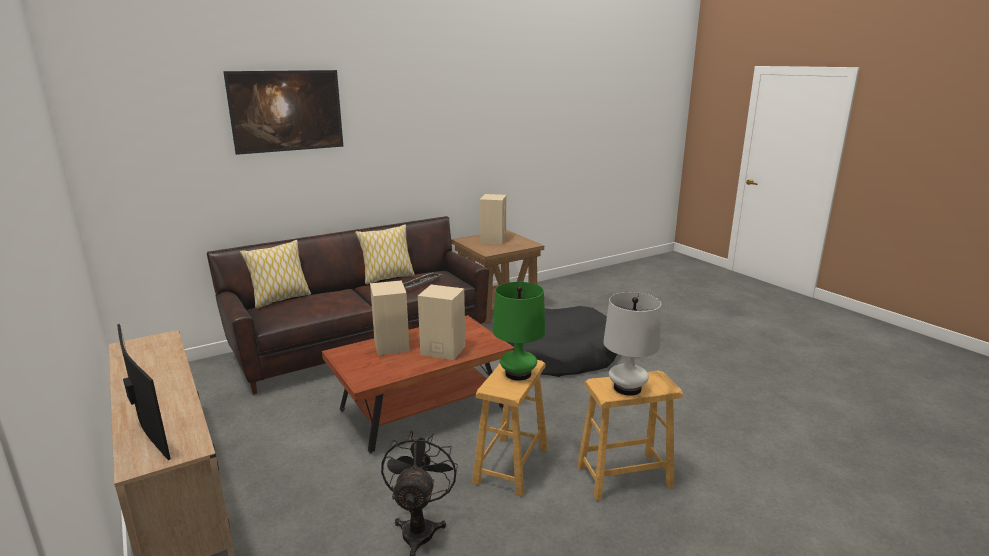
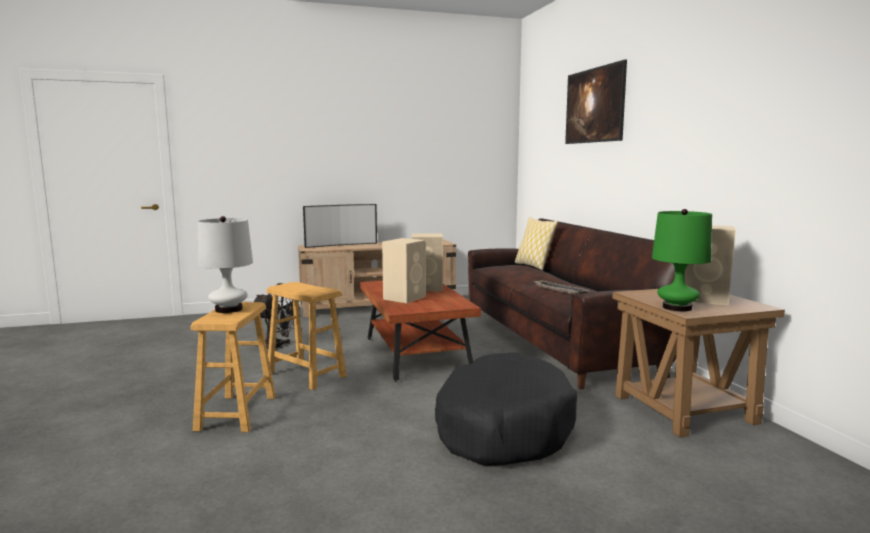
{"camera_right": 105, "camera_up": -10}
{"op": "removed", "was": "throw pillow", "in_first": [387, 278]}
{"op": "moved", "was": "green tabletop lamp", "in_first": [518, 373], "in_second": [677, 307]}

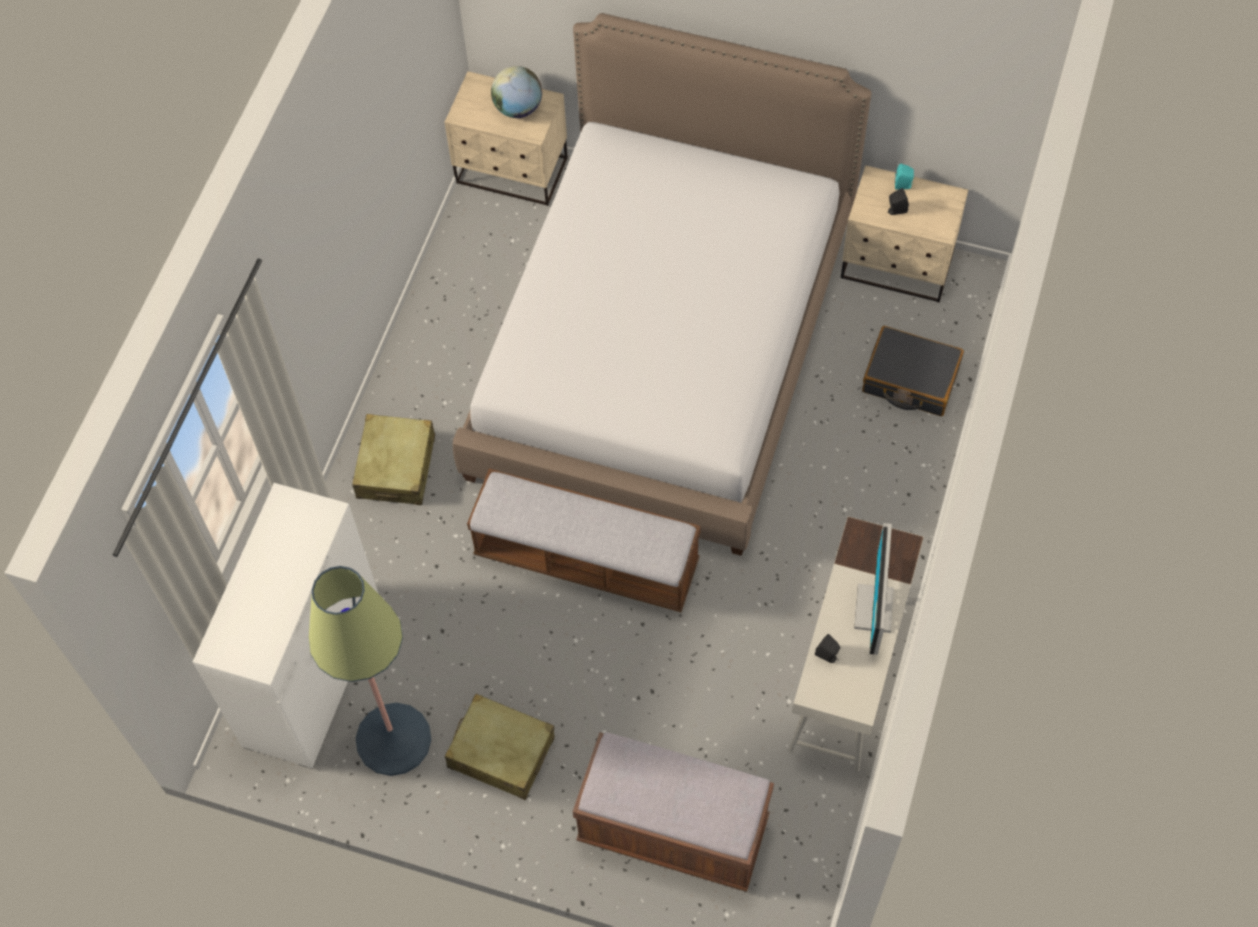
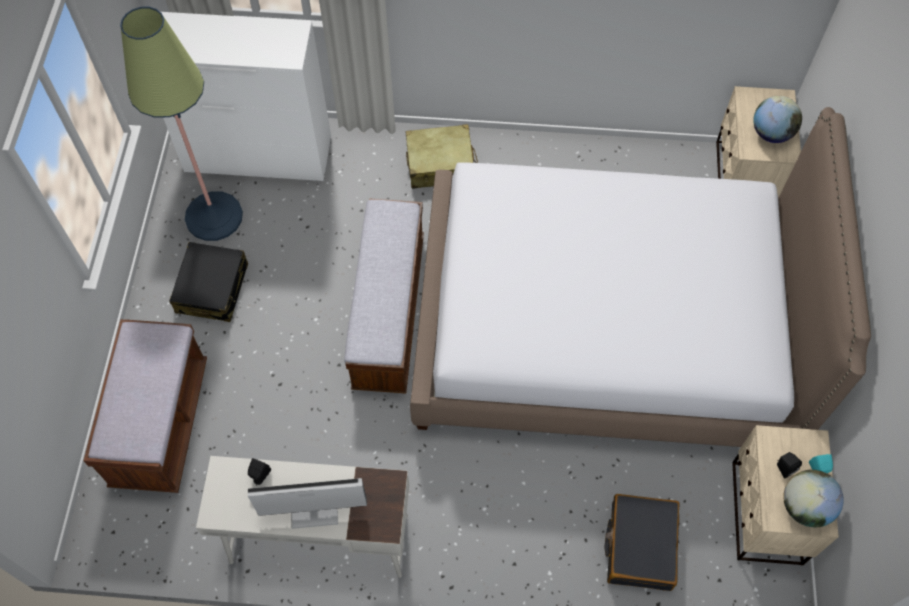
{"camera_right": 75, "camera_up": 0}
{"op": "recoloured", "was": "beige suitcase", "now": "black-coloured suitcase", "in_first": [501, 752], "in_second": [212, 288]}
{"op": "added", "now": "desk globe", "in_second": [804, 507]}

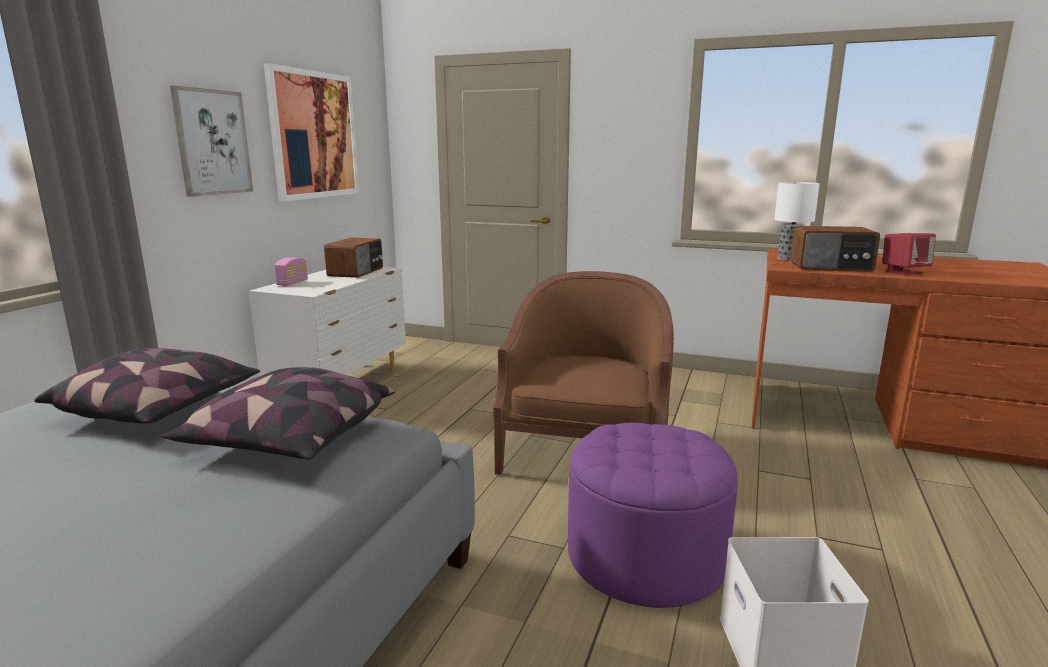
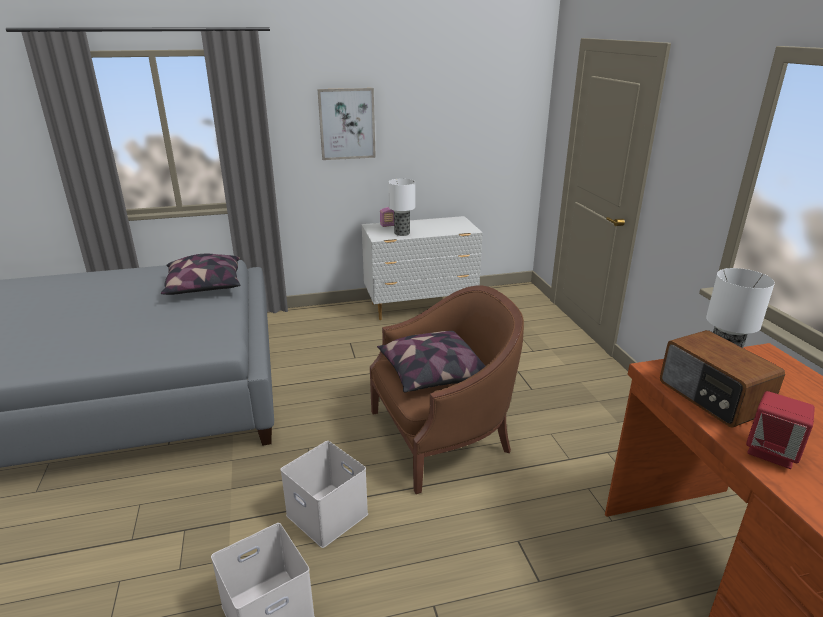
{"camera_right": 55, "camera_up": 10}
{"op": "moved", "was": "throw pillow", "in_first": [290, 440], "in_second": [431, 374]}
{"op": "removed", "was": "wall picture", "in_first": [314, 135]}
{"op": "removed", "was": "radio set", "in_first": [357, 272]}
{"op": "replaced", "was": "purplish ottoman", "now": "white storage box", "in_first": [645, 556], "in_second": [329, 514]}
{"op": "added", "now": "tabletop lamp", "in_second": [401, 233]}

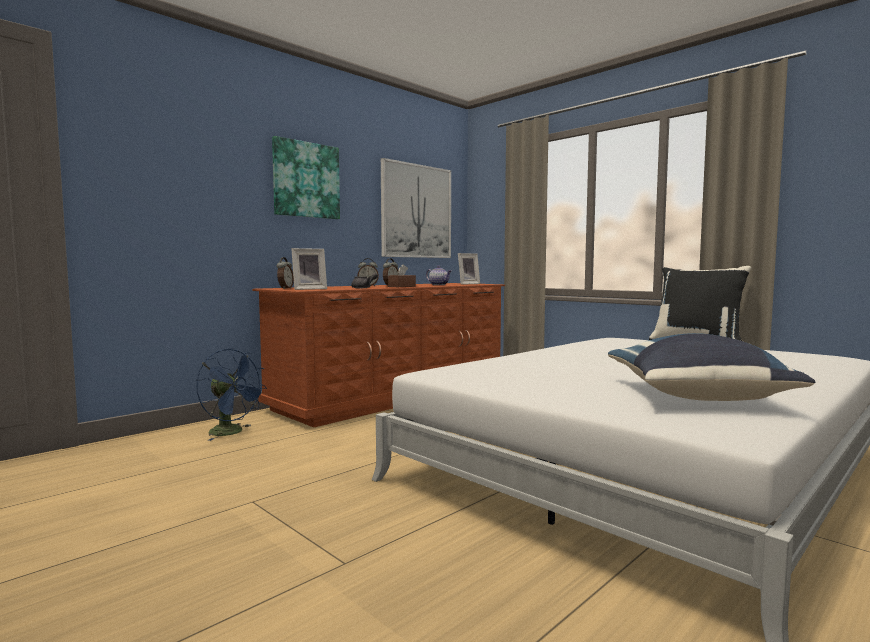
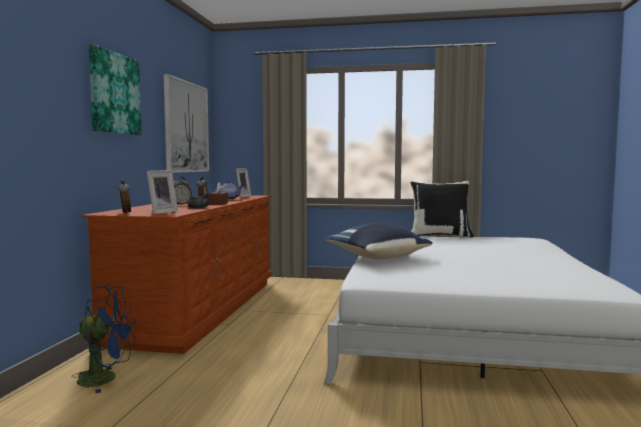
{"camera_right": -35, "camera_up": 0}
{"op": "moved", "was": "blue-coloured throw pillow", "in_first": [697, 397], "in_second": [378, 258]}

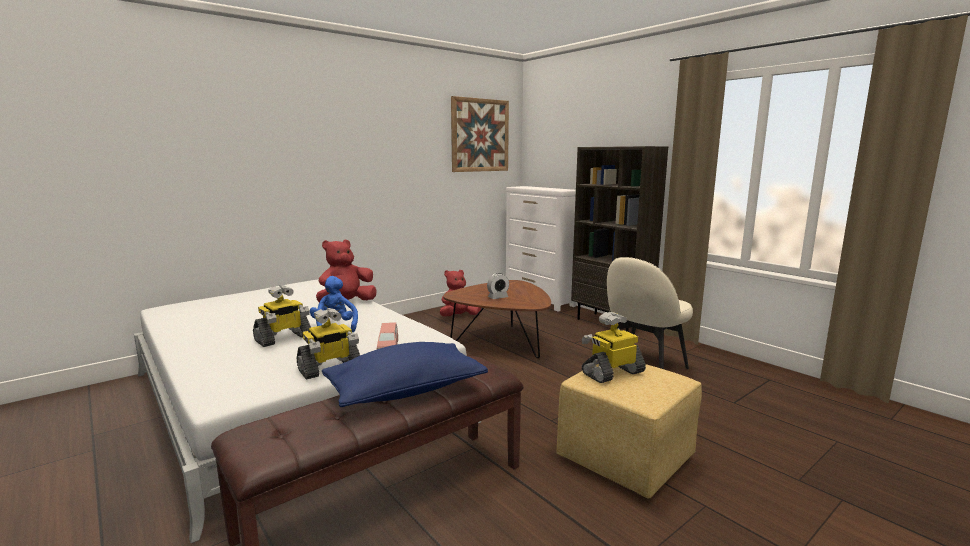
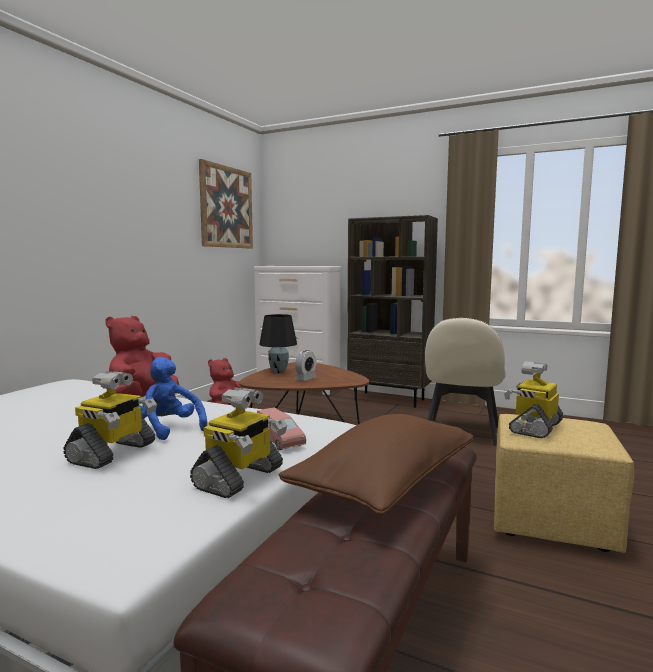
{"camera_right": -25, "camera_up": -5}
{"op": "recoloured", "was": "blue-coloured throw pillow", "now": "brown throw pillow", "in_first": [405, 391], "in_second": [385, 484]}
{"op": "added", "now": "black-coloured tabletop lamp", "in_second": [278, 371]}

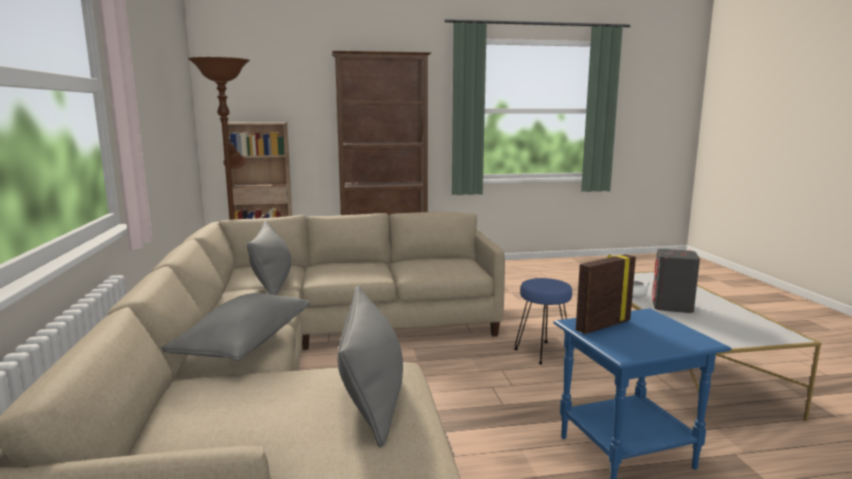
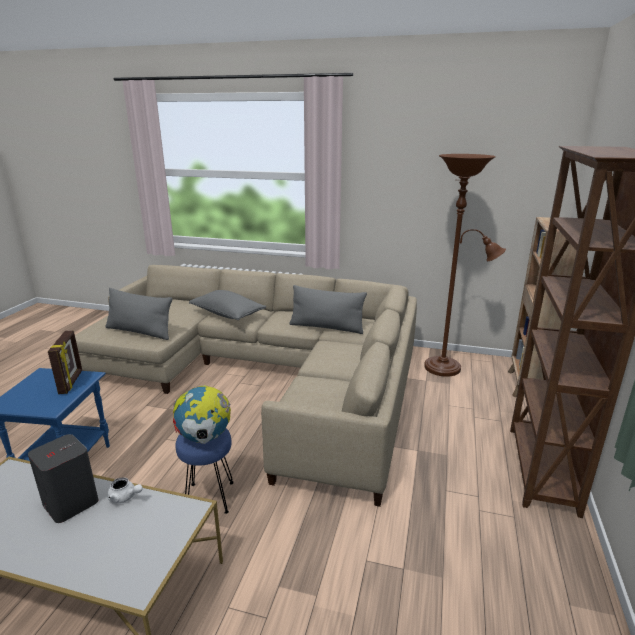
{"camera_right": 115, "camera_up": 10}
{"op": "added", "now": "desk globe", "in_second": [204, 438]}

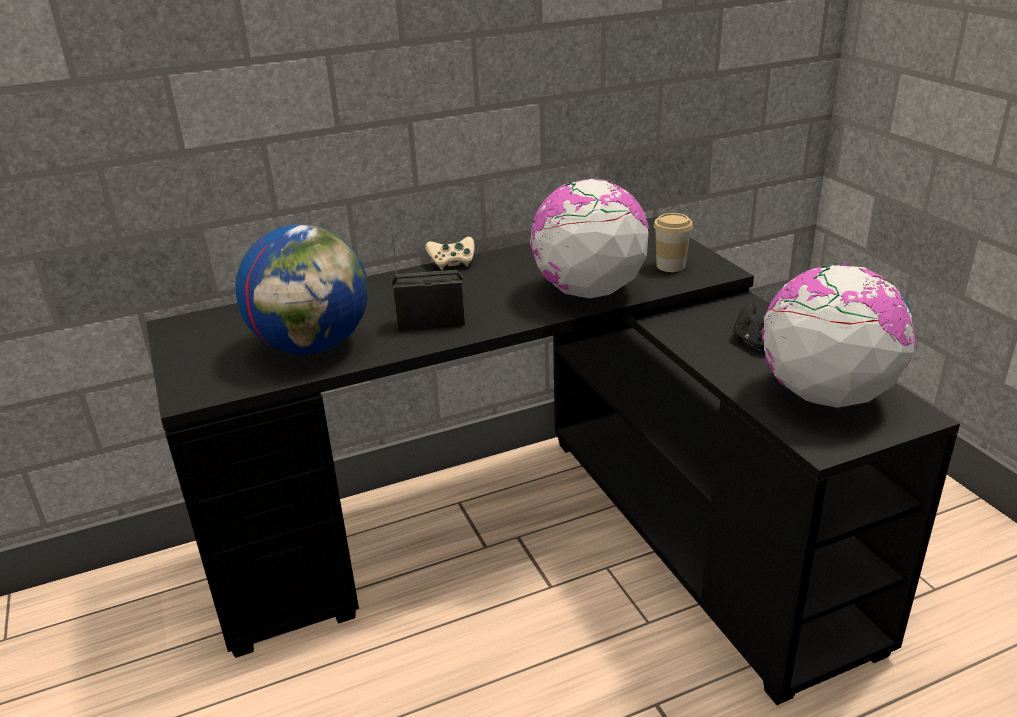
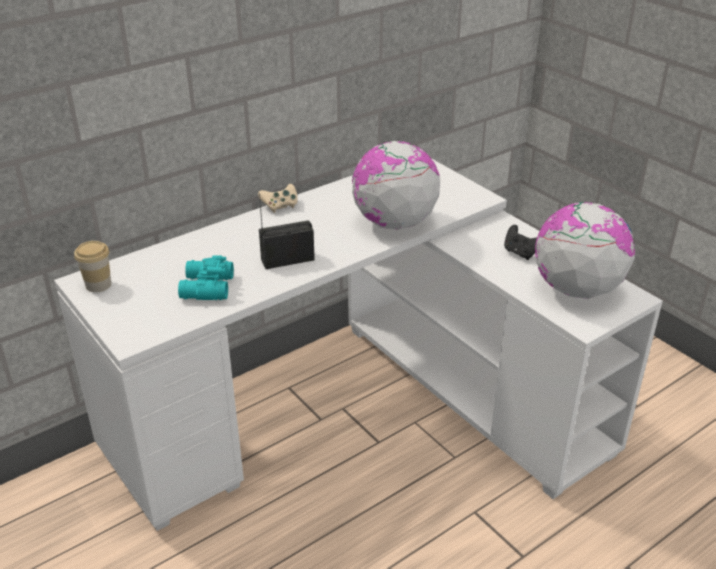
{"camera_right": -15, "camera_up": 5}
{"op": "recoloured", "was": "black-coloured desk unit", "now": "white desk unit", "in_first": [542, 537], "in_second": [361, 406]}
{"op": "replaced", "was": "desk globe", "now": "turquoise-coloured binoculars", "in_first": [313, 345], "in_second": [205, 288]}
{"op": "moved", "was": "cup", "in_first": [670, 266], "in_second": [98, 285]}

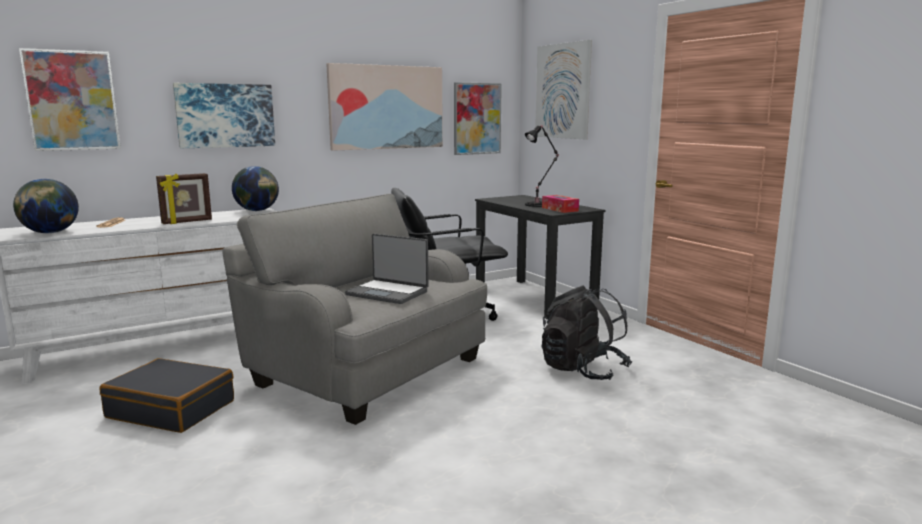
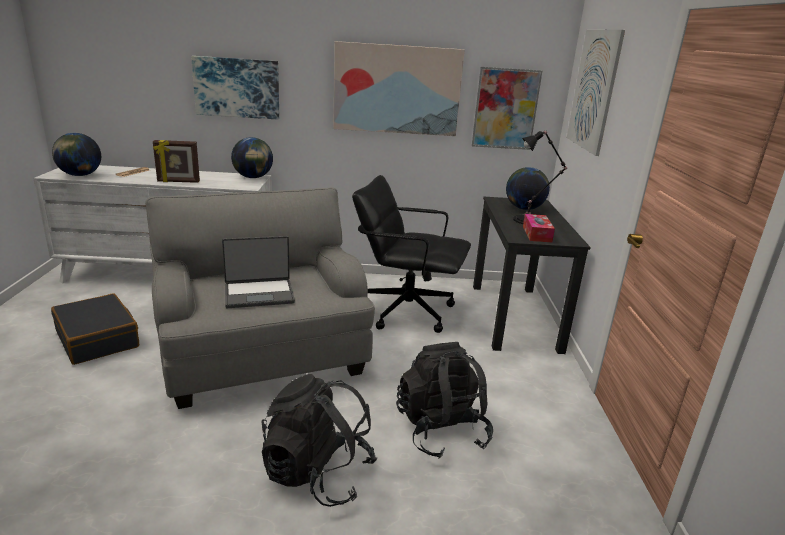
{"camera_right": 30, "camera_up": 10}
{"op": "removed", "was": "wall picture", "in_first": [72, 100]}
{"op": "turned", "was": "notebook computer", "in_first": [388, 293], "in_second": [259, 294], "clockwise": -75}
{"op": "added", "now": "black-coloured rucksack", "in_second": [317, 474]}
{"op": "added", "now": "desk globe", "in_second": [524, 208]}

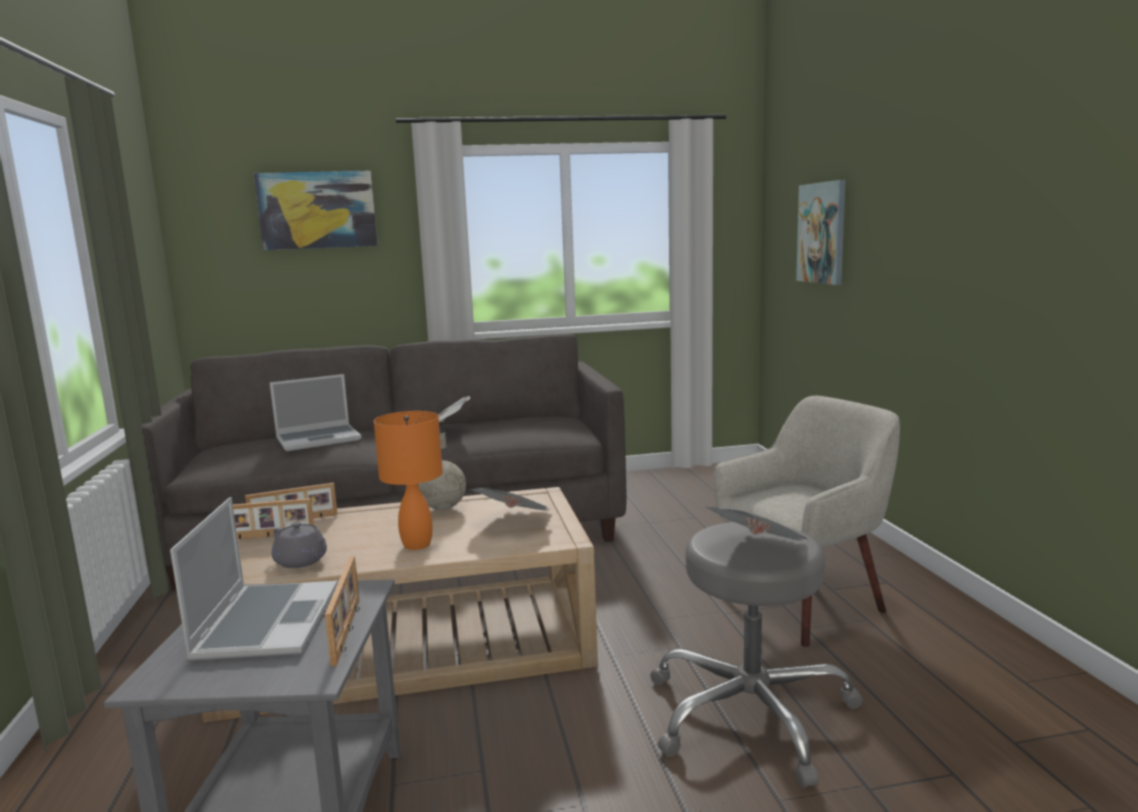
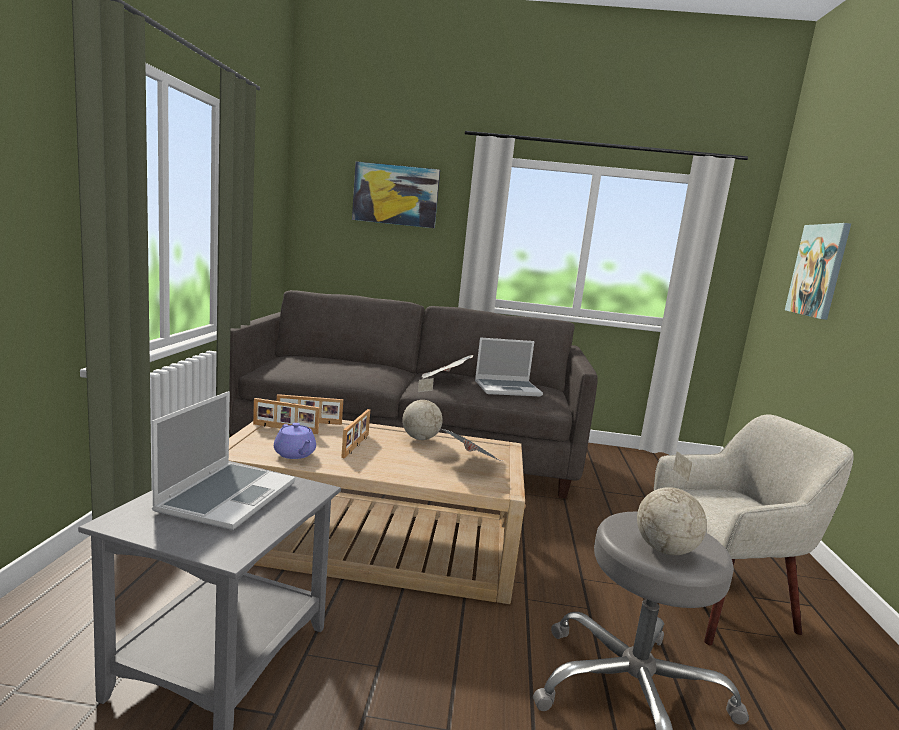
{"camera_right": 15, "camera_up": 0}
{"op": "moved", "was": "notebook computer", "in_first": [319, 439], "in_second": [508, 389]}
{"op": "recoloured", "was": "gray pot for tea", "now": "purplish pot for tea", "in_first": [301, 561], "in_second": [295, 454]}
{"op": "moved", "was": "photo frame", "in_first": [348, 630], "in_second": [356, 445]}
{"op": "removed", "was": "orangey tabletop lamp", "in_first": [416, 545]}
{"op": "replaced", "was": "daily paper", "now": "desk globe", "in_first": [759, 552], "in_second": [665, 549]}

